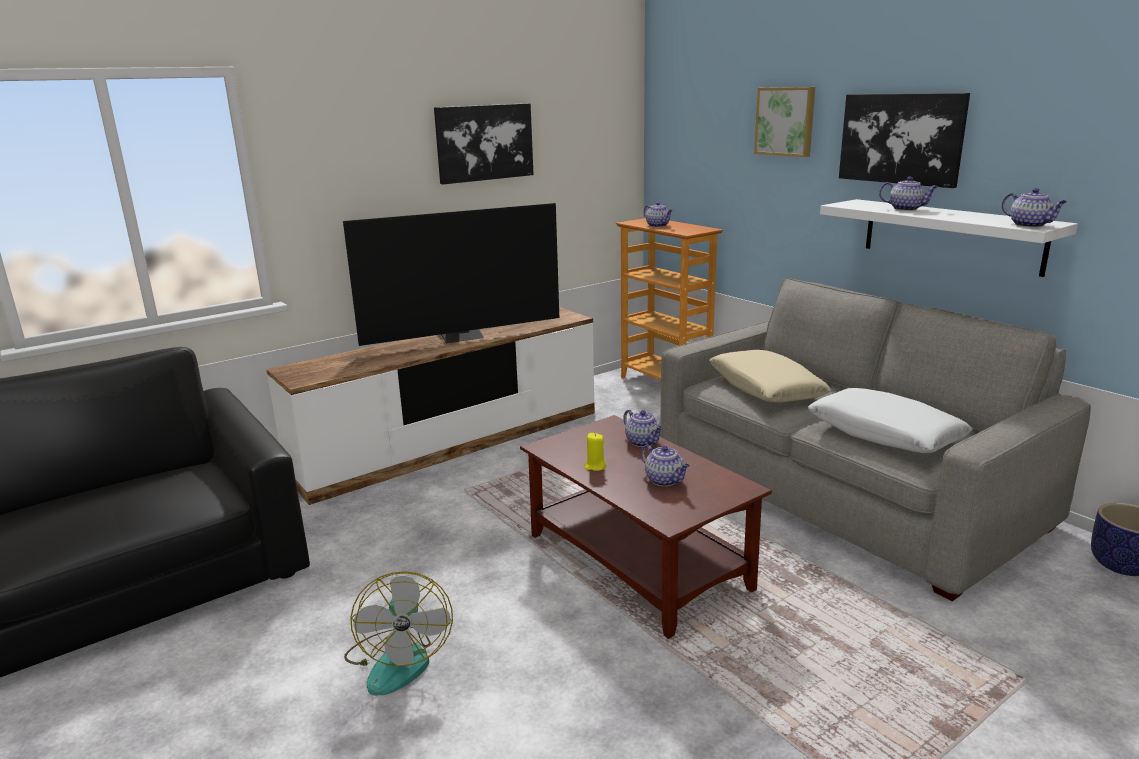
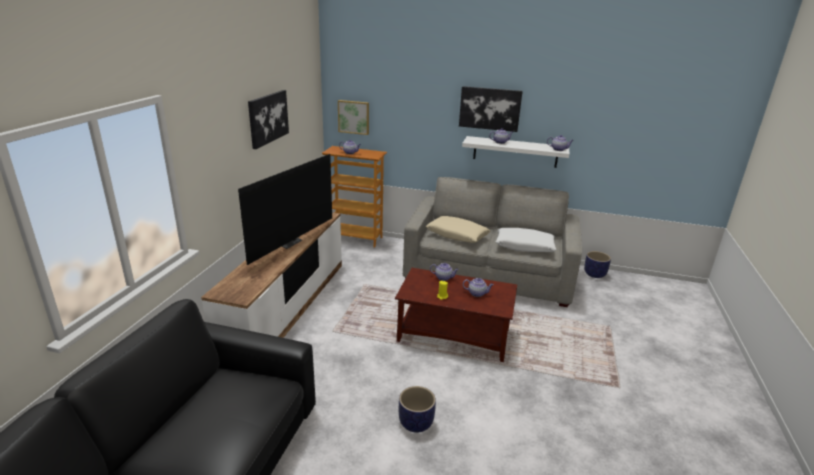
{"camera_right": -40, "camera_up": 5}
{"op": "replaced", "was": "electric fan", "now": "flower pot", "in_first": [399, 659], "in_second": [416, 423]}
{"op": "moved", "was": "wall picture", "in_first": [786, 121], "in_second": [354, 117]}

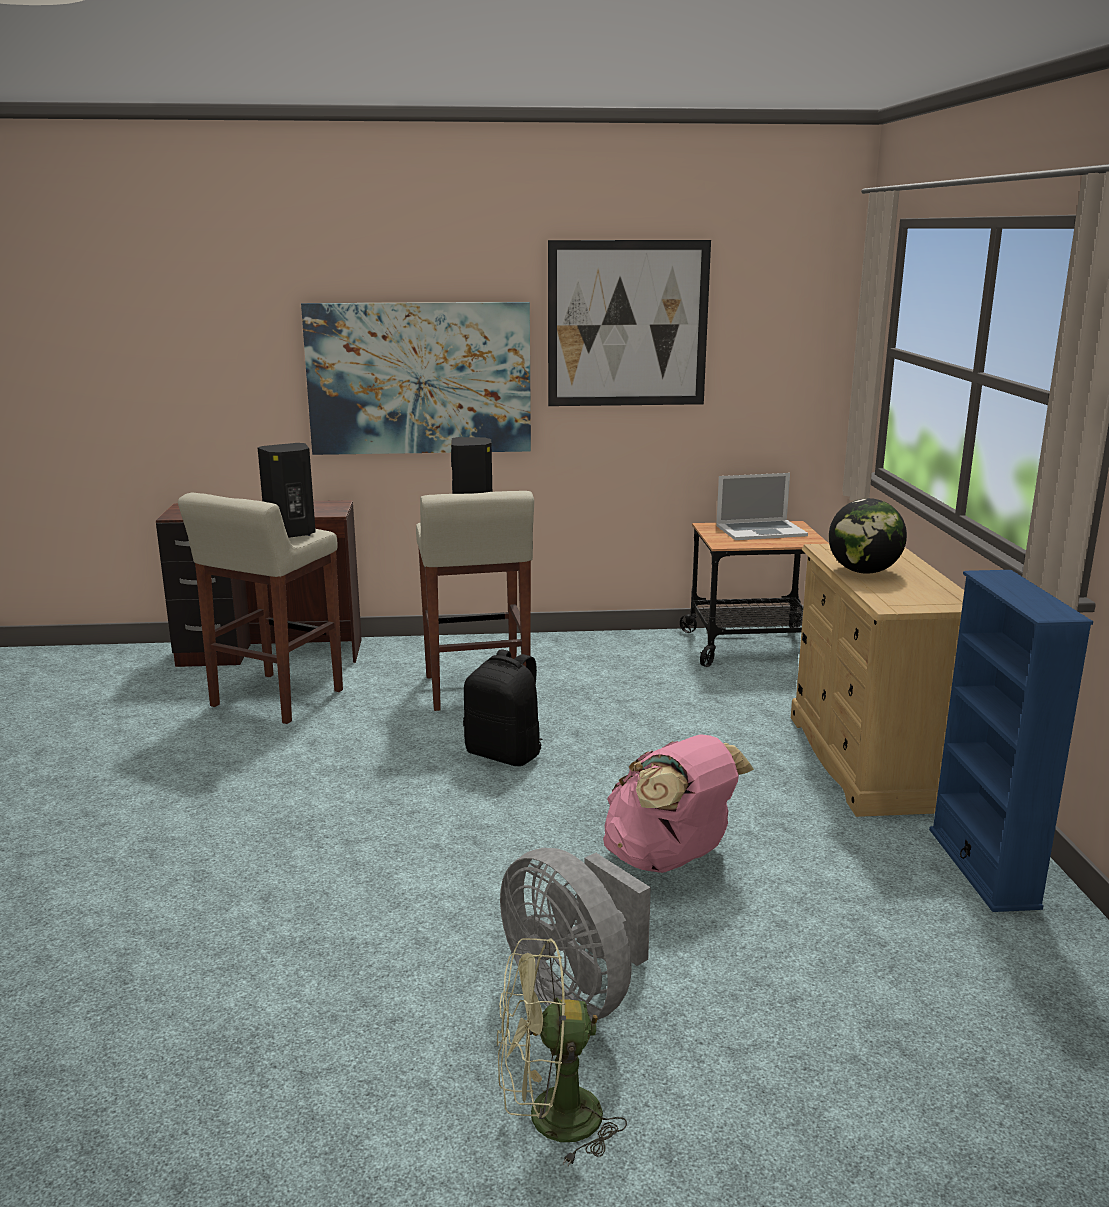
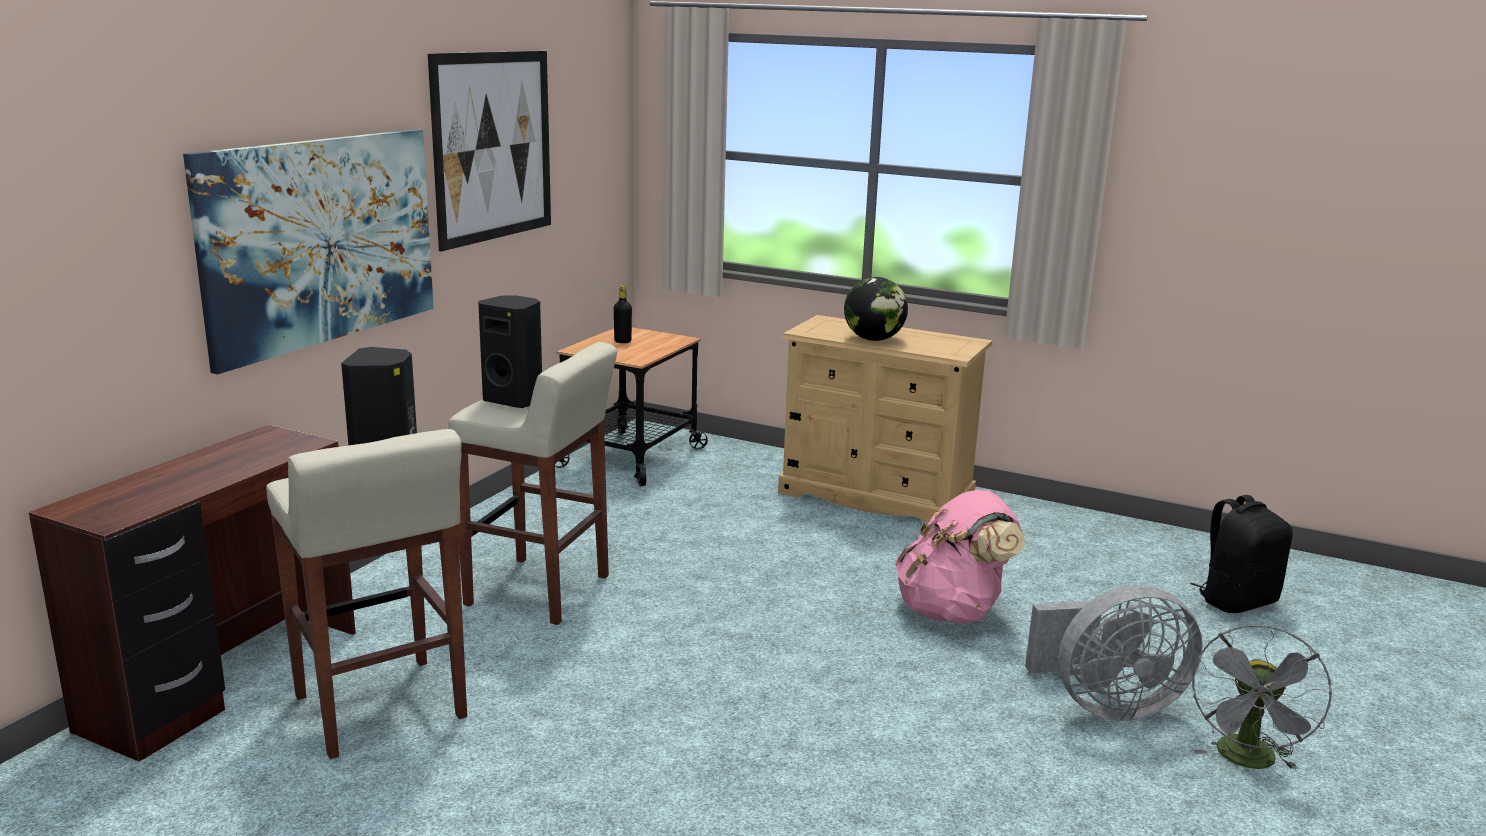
{"camera_right": -60, "camera_up": 0}
{"op": "moved", "was": "black-coloured rucksack", "in_first": [505, 754], "in_second": [1236, 601]}
{"op": "recoloured", "was": "green electric fan", "now": "gray electric fan", "in_first": [549, 1120], "in_second": [1248, 761]}
{"op": "replaced", "was": "notebook computer", "now": "black-coloured beverage bottle", "in_first": [760, 530], "in_second": [622, 341]}
{"op": "removed", "was": "blue-coloured bookshelf", "in_first": [983, 867]}

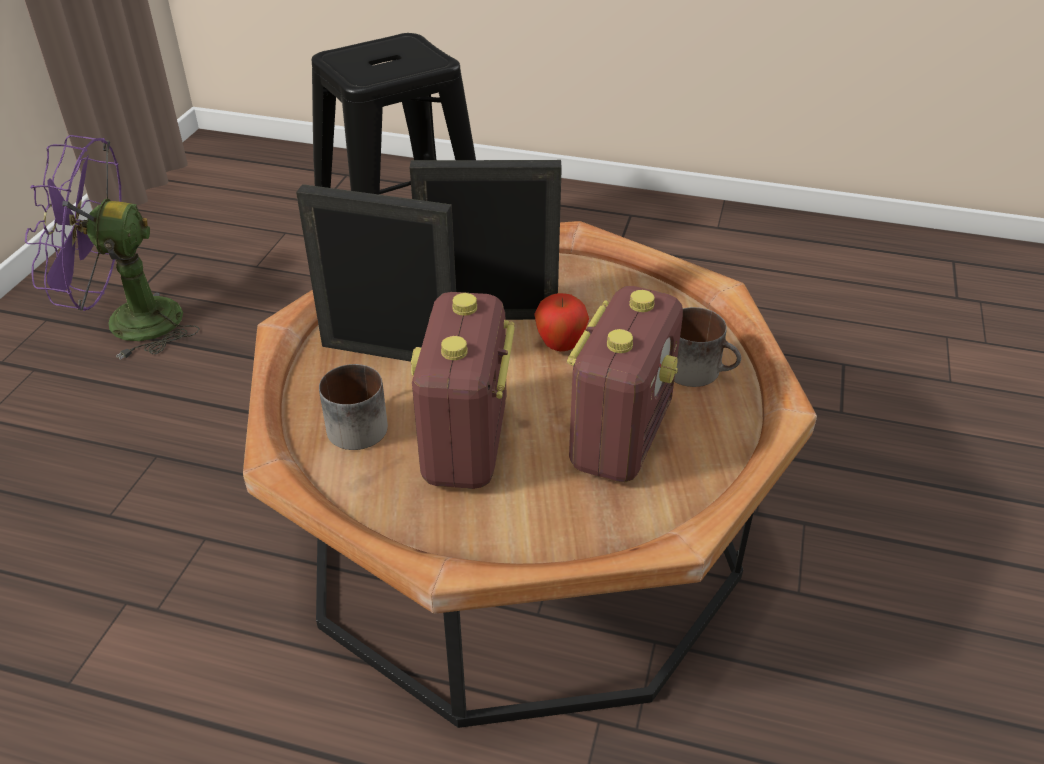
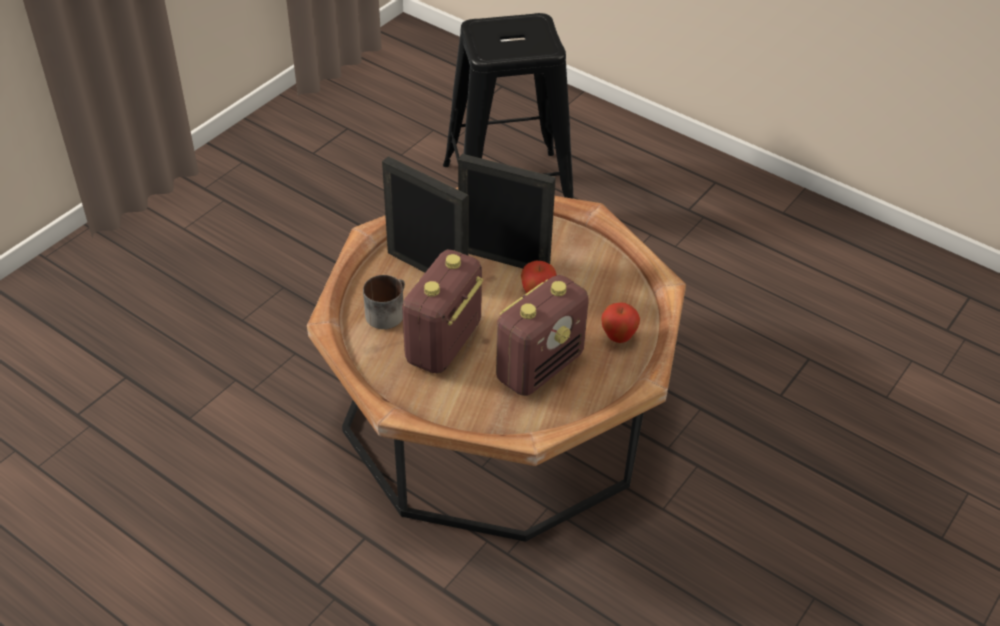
{"camera_right": 20, "camera_up": 5}
{"op": "removed", "was": "purplish electric fan", "in_first": [127, 323]}
{"op": "replaced", "was": "mug", "now": "whole apple", "in_first": [699, 370], "in_second": [618, 337]}

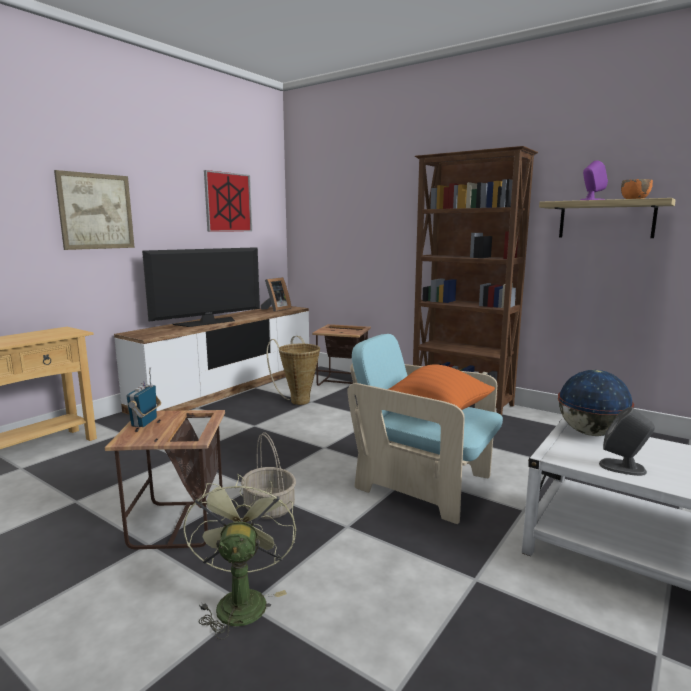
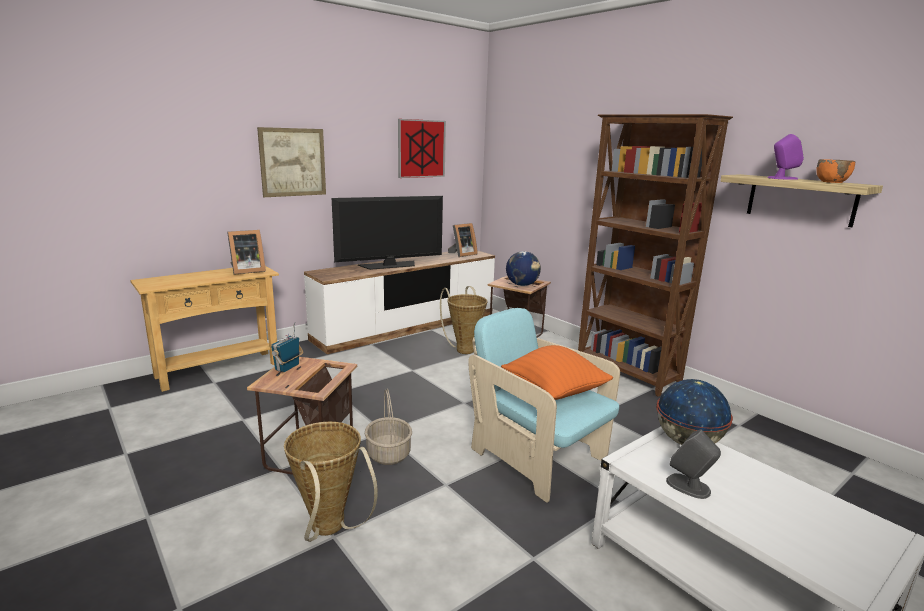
{"camera_right": 15, "camera_up": 5}
{"op": "replaced", "was": "green electric fan", "now": "storage basket", "in_first": [240, 600], "in_second": [329, 531]}
{"op": "added", "now": "photo frame", "in_second": [246, 271]}
{"op": "added", "now": "desk globe", "in_second": [522, 285]}

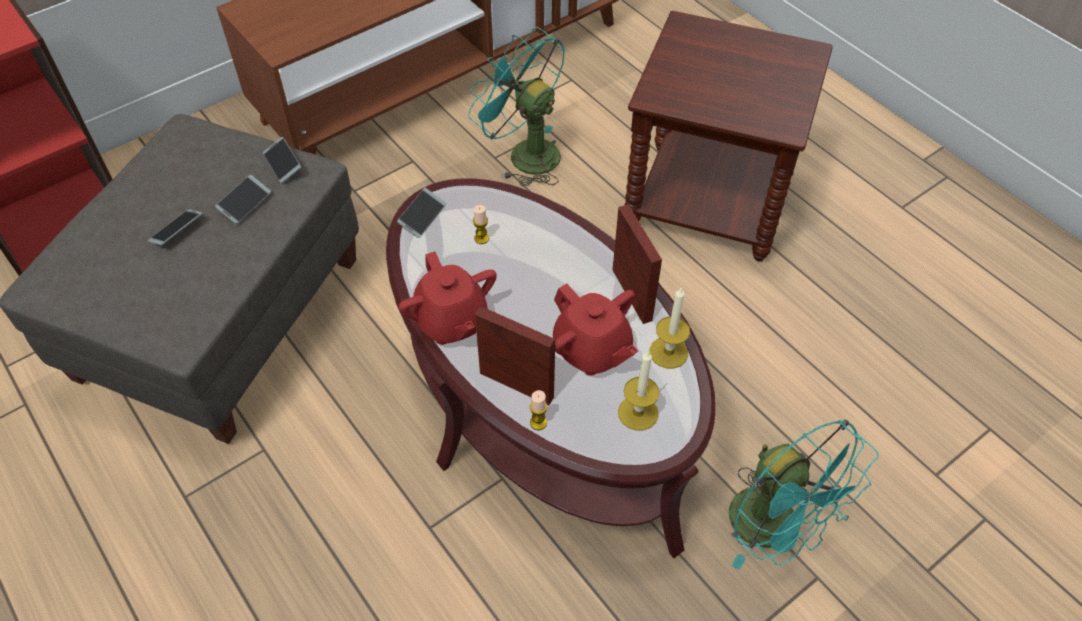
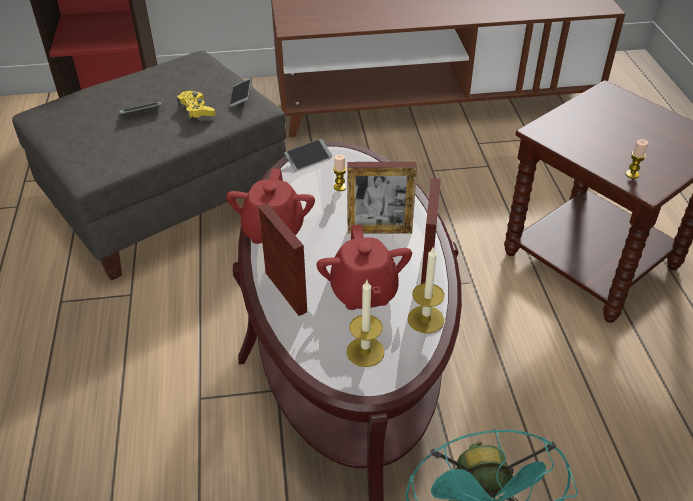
{"camera_right": 30, "camera_up": -10}
{"op": "replaced", "was": "telephone", "now": "yellowish joypad", "in_first": [245, 203], "in_second": [196, 110]}
{"op": "removed", "was": "turquoise-coloured electric fan", "in_first": [524, 153]}
{"op": "moved", "was": "candle", "in_first": [538, 422], "in_second": [632, 174]}
{"op": "added", "now": "photo frame", "in_second": [379, 230]}

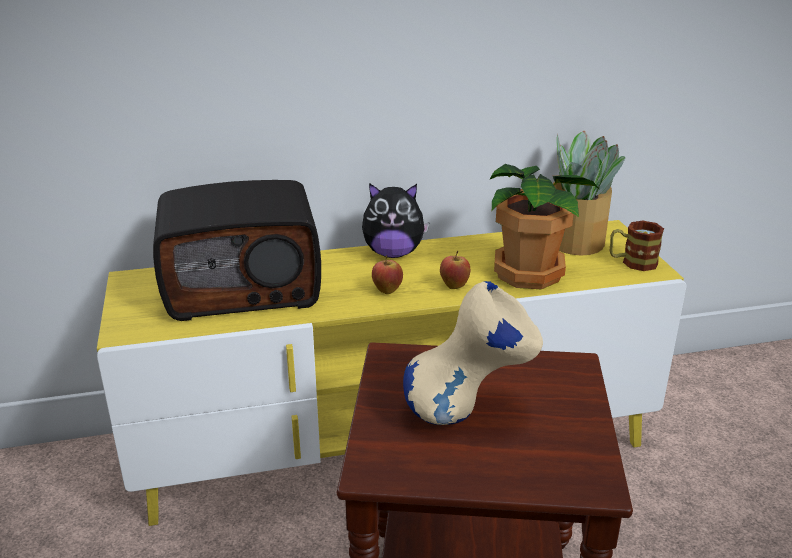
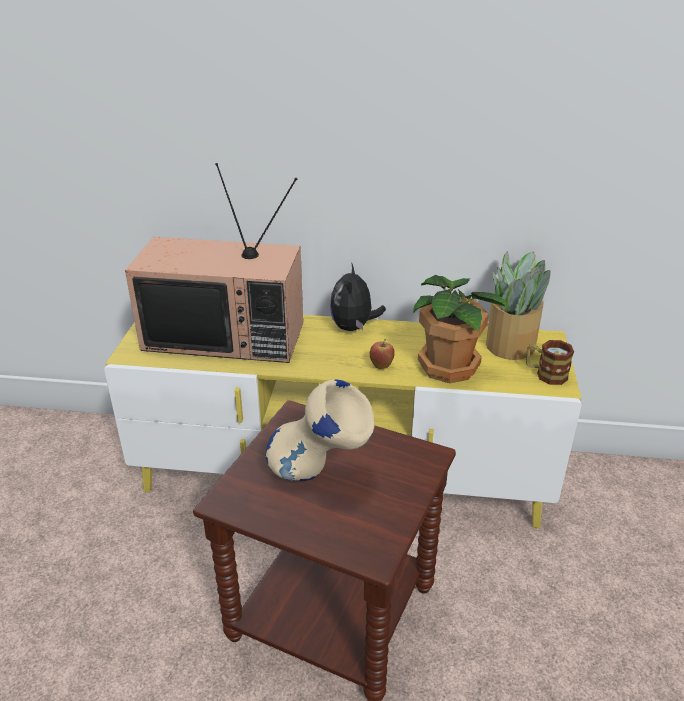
{"camera_right": 20, "camera_up": 5}
{"op": "replaced", "was": "radio set", "now": "TV", "in_first": [243, 287], "in_second": [227, 335]}
{"op": "turned", "was": "cuddly toy", "in_first": [393, 253], "in_second": [354, 327], "clockwise": 75}
{"op": "removed", "was": "whole apple", "in_first": [387, 291]}

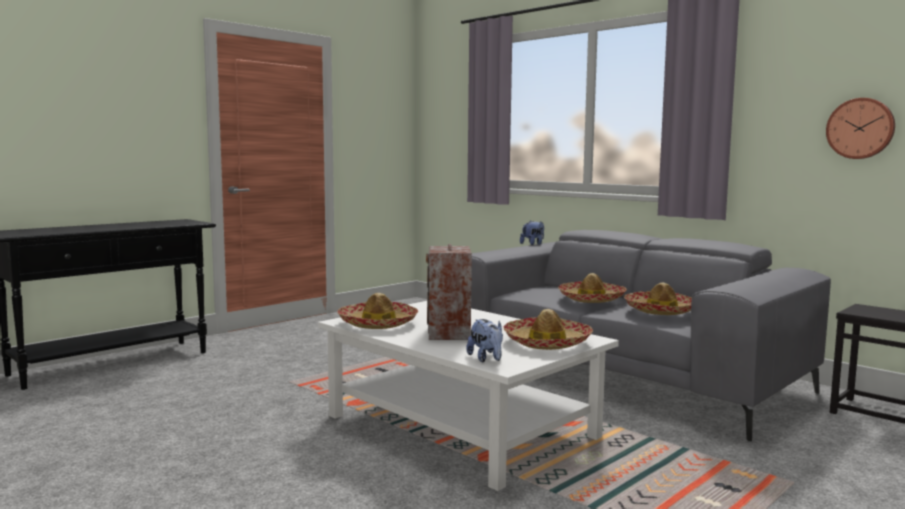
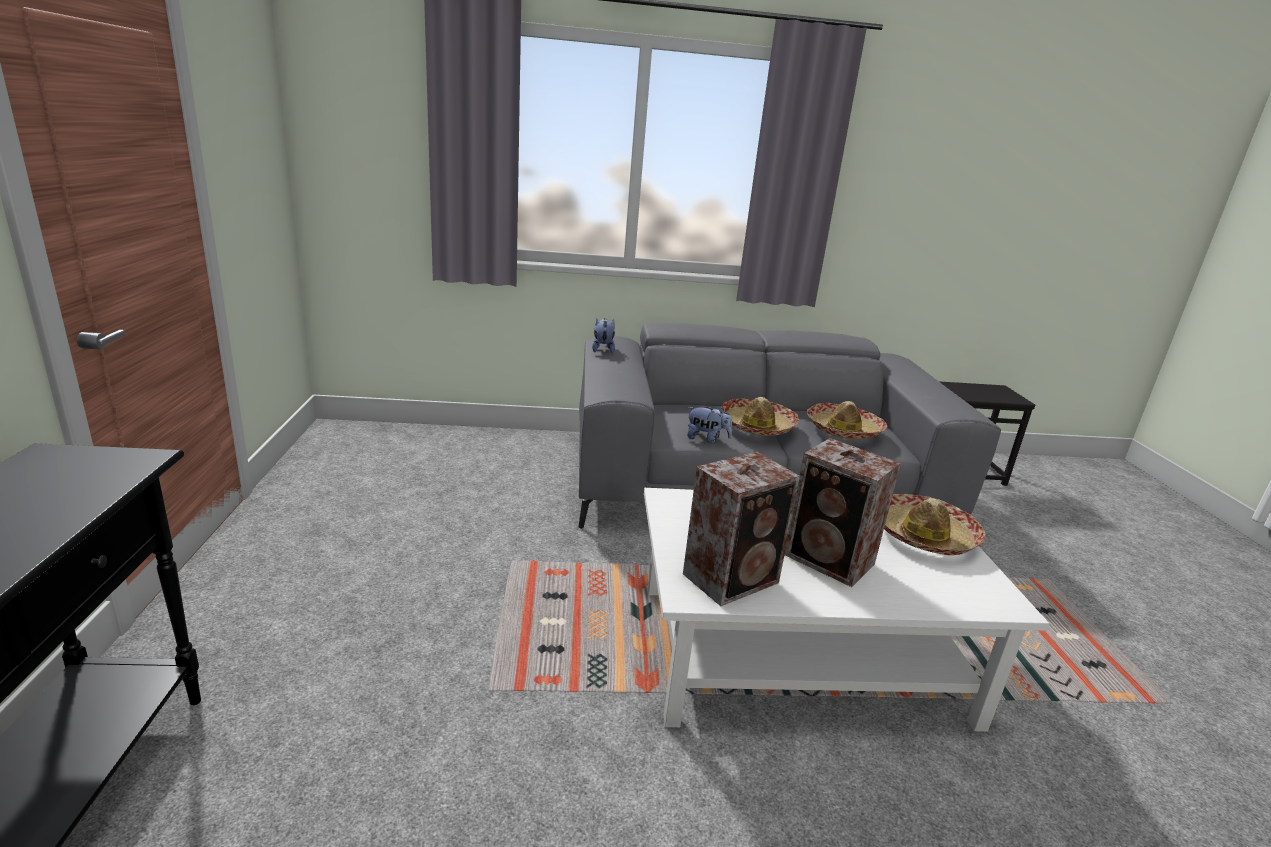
{"camera_right": -50, "camera_up": 15}
{"op": "replaced", "was": "wearable hat", "now": "audio speaker", "in_first": [378, 324], "in_second": [733, 578]}
{"op": "moved", "was": "cuddly toy", "in_first": [486, 359], "in_second": [707, 439]}
{"op": "removed", "was": "hanging clock", "in_first": [860, 128]}

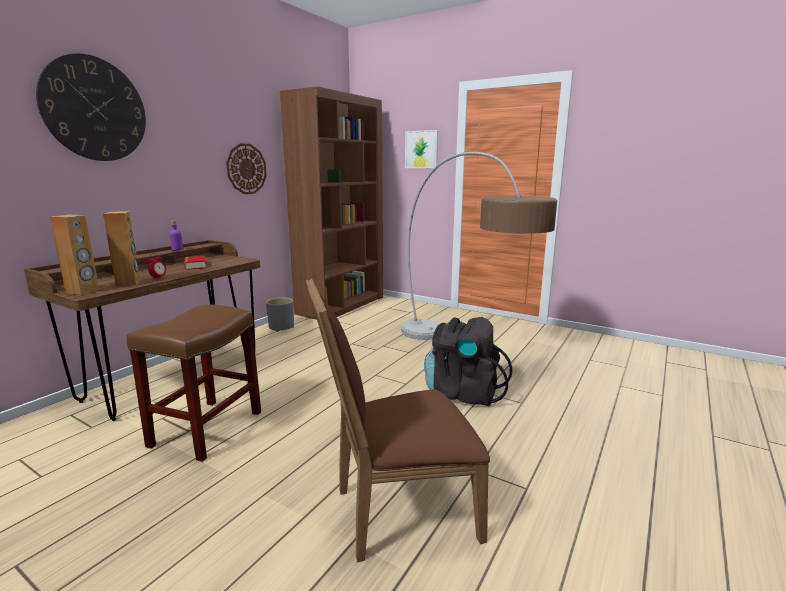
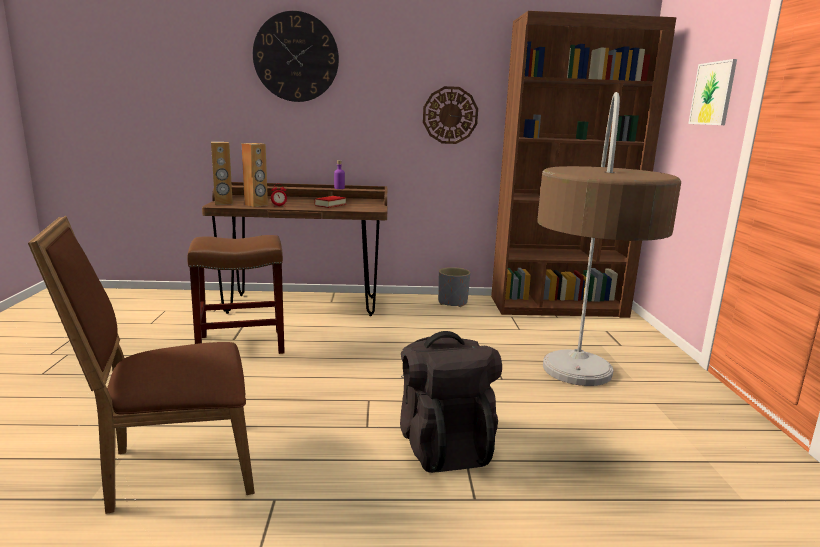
{"camera_right": 55, "camera_up": 0}
{"op": "turned", "was": "brown upright chair", "in_first": [397, 512], "in_second": [173, 468], "clockwise": -60}

